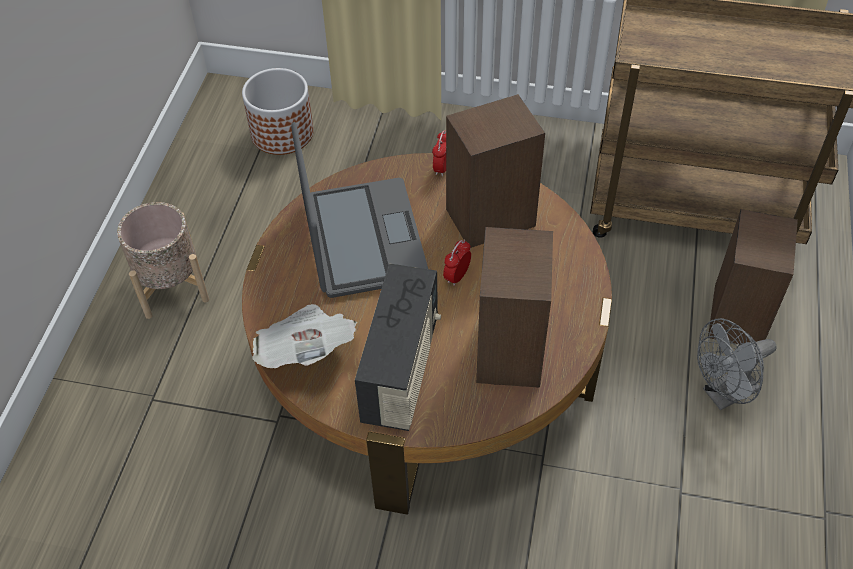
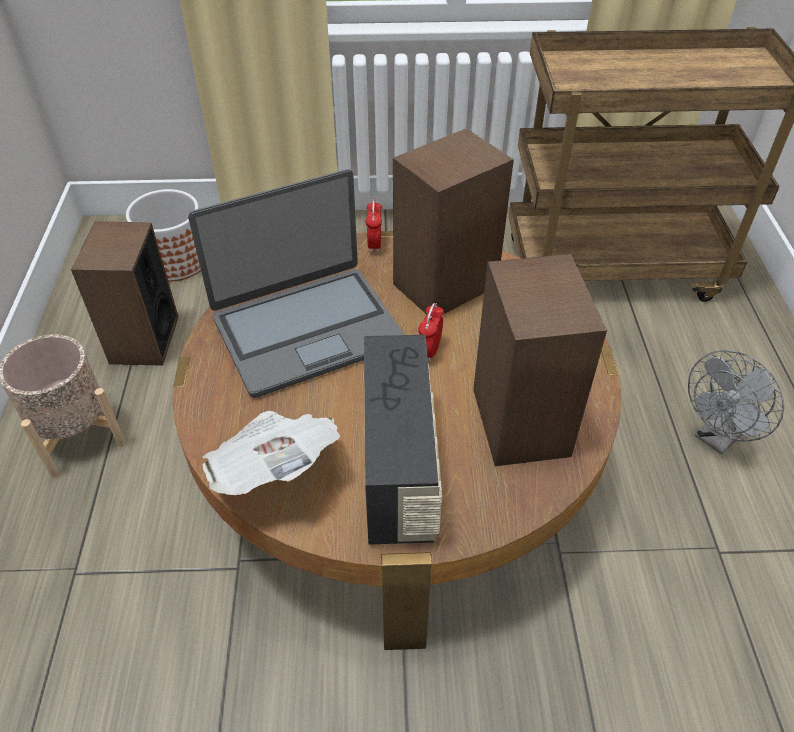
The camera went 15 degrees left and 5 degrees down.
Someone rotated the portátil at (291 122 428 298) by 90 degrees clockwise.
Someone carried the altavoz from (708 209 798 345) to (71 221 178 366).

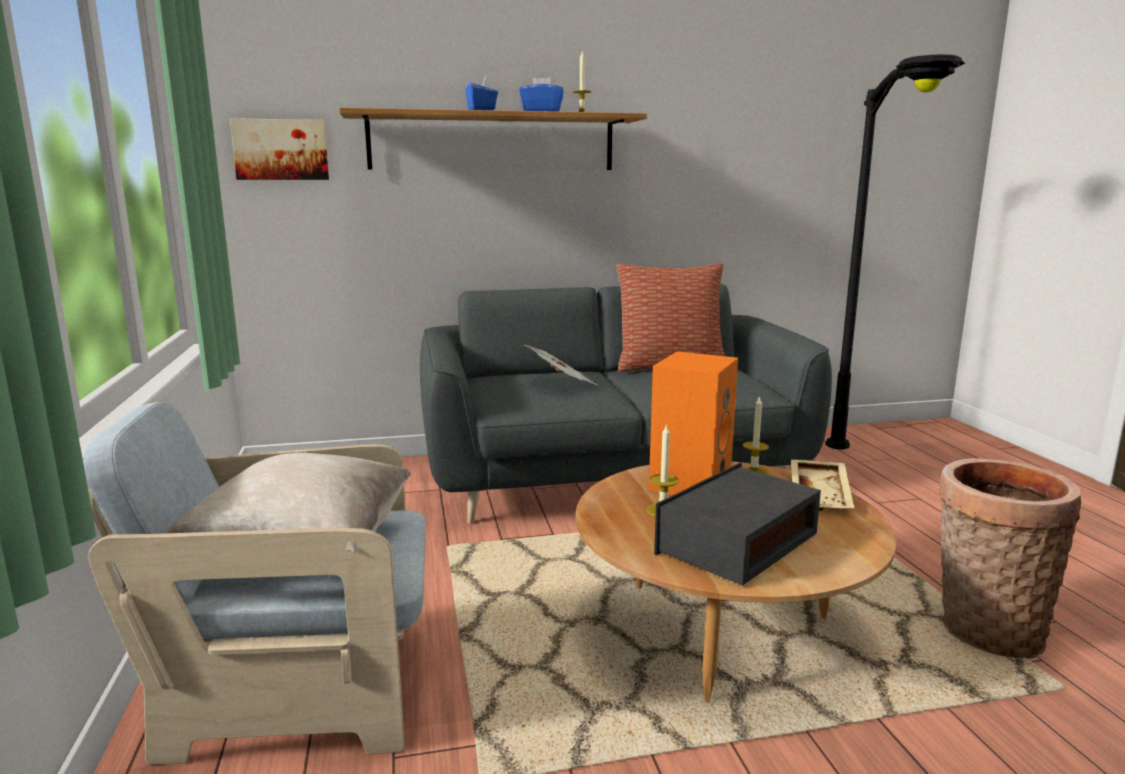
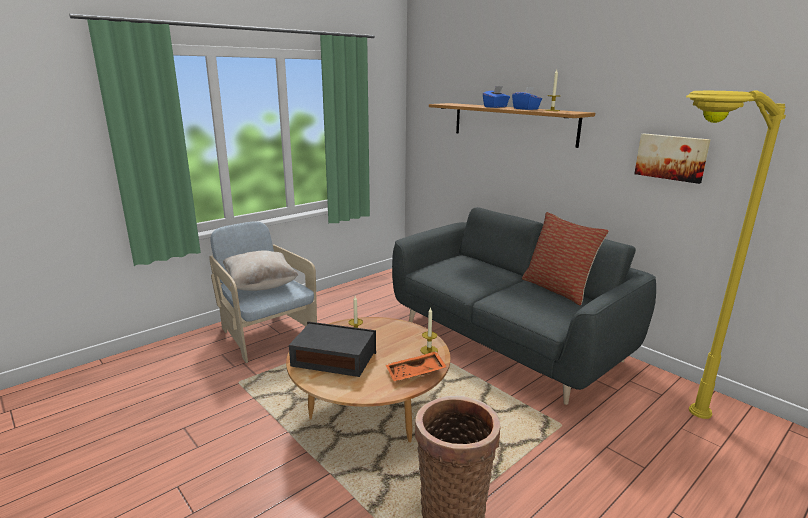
The camera went 60 degrees right and 5 degrees up.
Someone carried the cuadro from (230 118 329 180) to (634 133 711 184).
Someone took away the periódico at (525 345 600 386).
Someone took away the altavoz [naranja] at (649 351 738 495).
Someone repainted the bandeja [beis] at (791 459 854 511), which became the bandeja [naranja] at (386 351 447 381).
Someone repainted the lámpara de pie [negro] at (825 54 965 449), which became the lámpara de pie [amarillo] at (686 91 786 419).

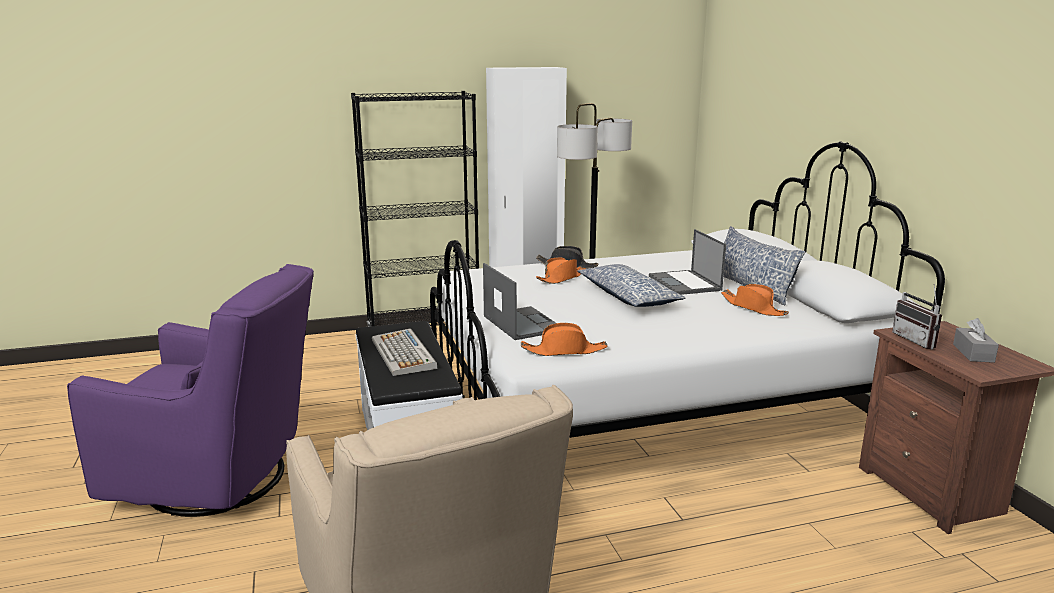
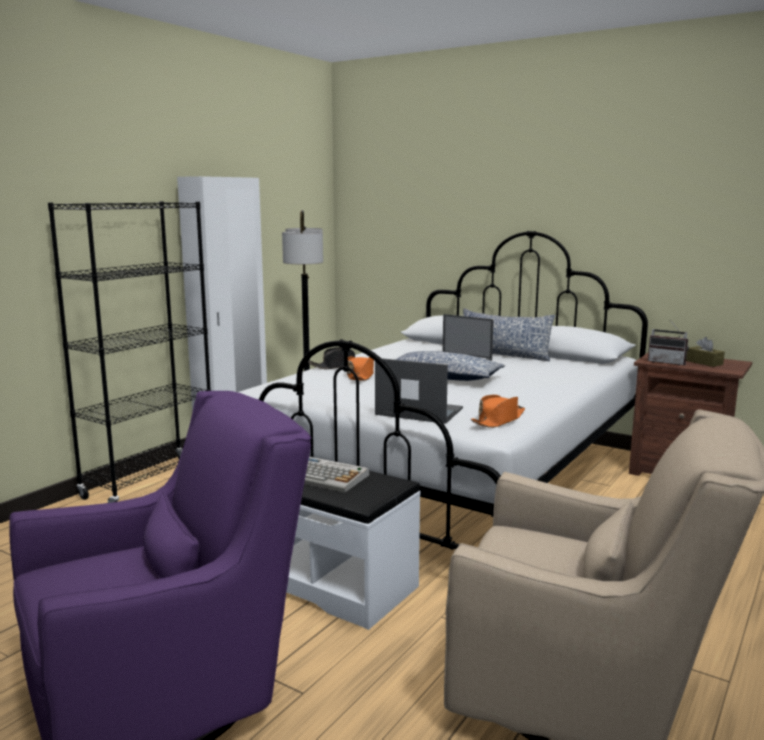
The camera went 40 degrees left and 5 degrees down.
Someone took away the sombrero [naranja] at (721 284 789 316).
Someone repainted the caja de pañuelos [gris] at (953 318 999 363), which became the caja de pañuelos [marrón] at (686 337 725 367).

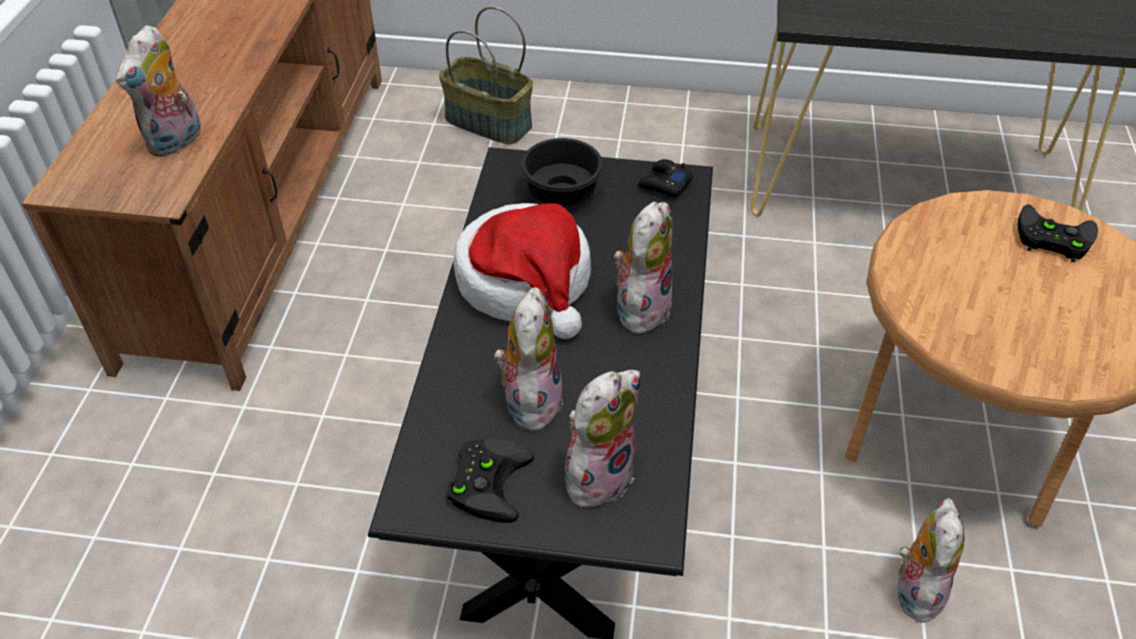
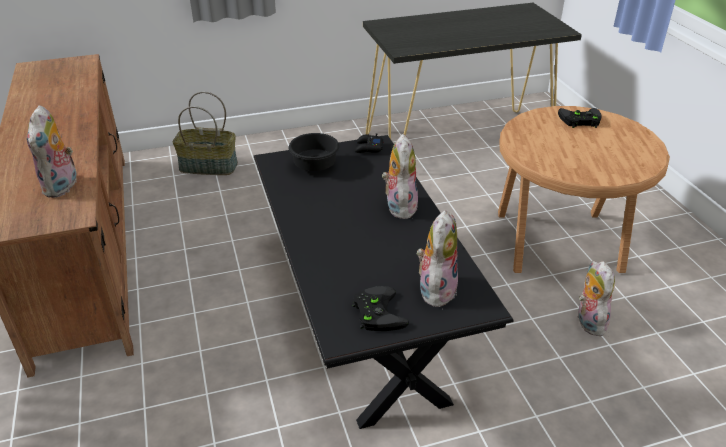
The camera went 25 degrees left and 10 degrees down.
Someone took away the sombrero at (453 203 591 339).
Someone took away the peluche at (494 287 563 431).

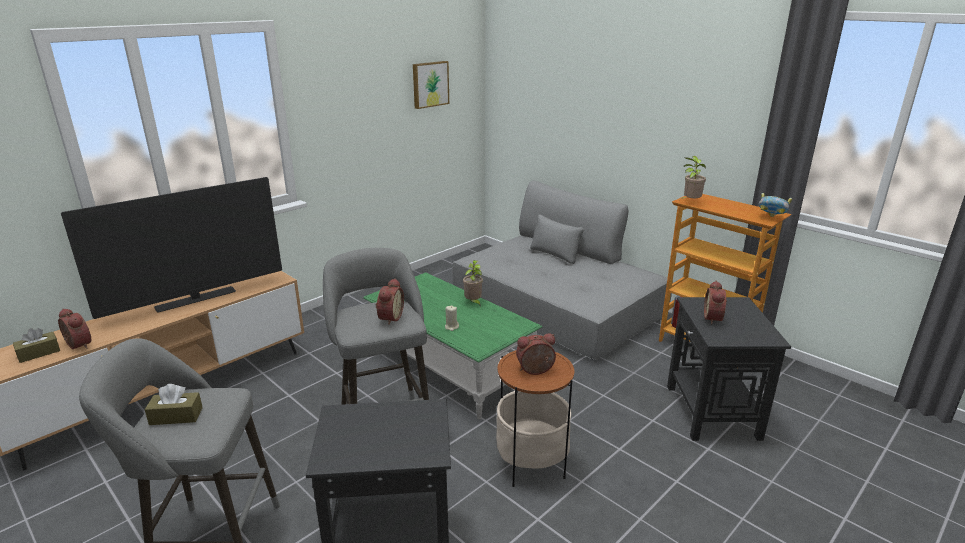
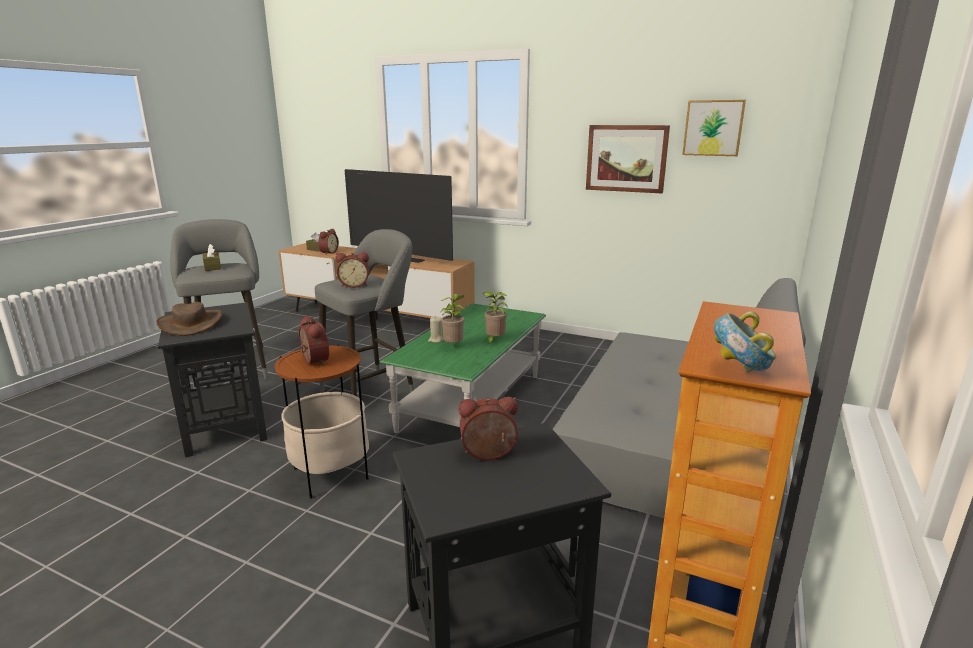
The camera went 70 degrees right and 5 degrees down.
Someone carried the planta en maceta from (681 156 706 199) to (440 294 465 343).
Someone put down the sombrero [marrón] at (156 302 223 336).
Someone put up the cuadro at (586 125 670 193).

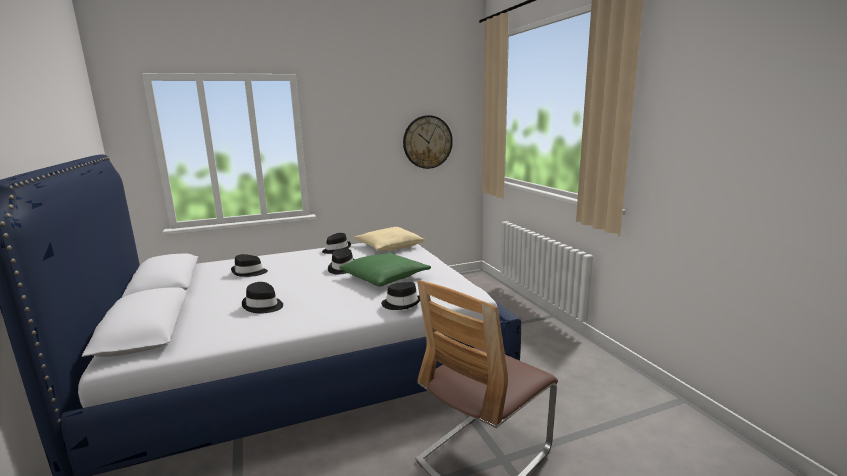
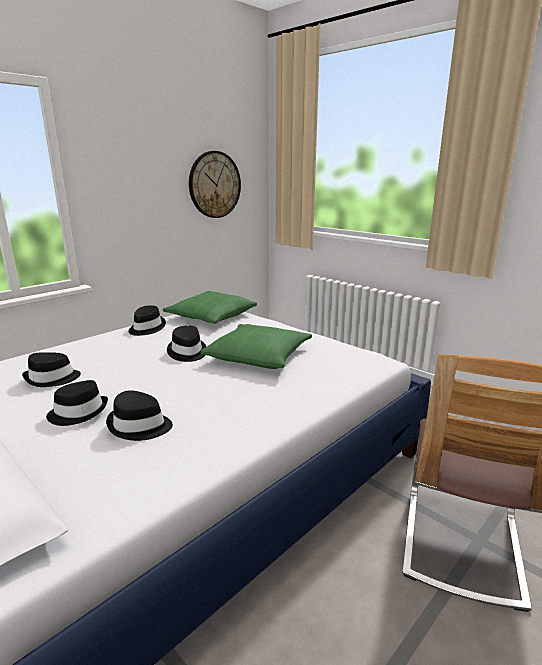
The camera went 25 degrees left and 5 degrees up.
Someone repainted the cojín [beis] at (354 227 425 251), which became the cojín [verde] at (163 291 257 324).
Someone carried the sombrero [negro] from (381 282 420 310) to (46 380 108 426).

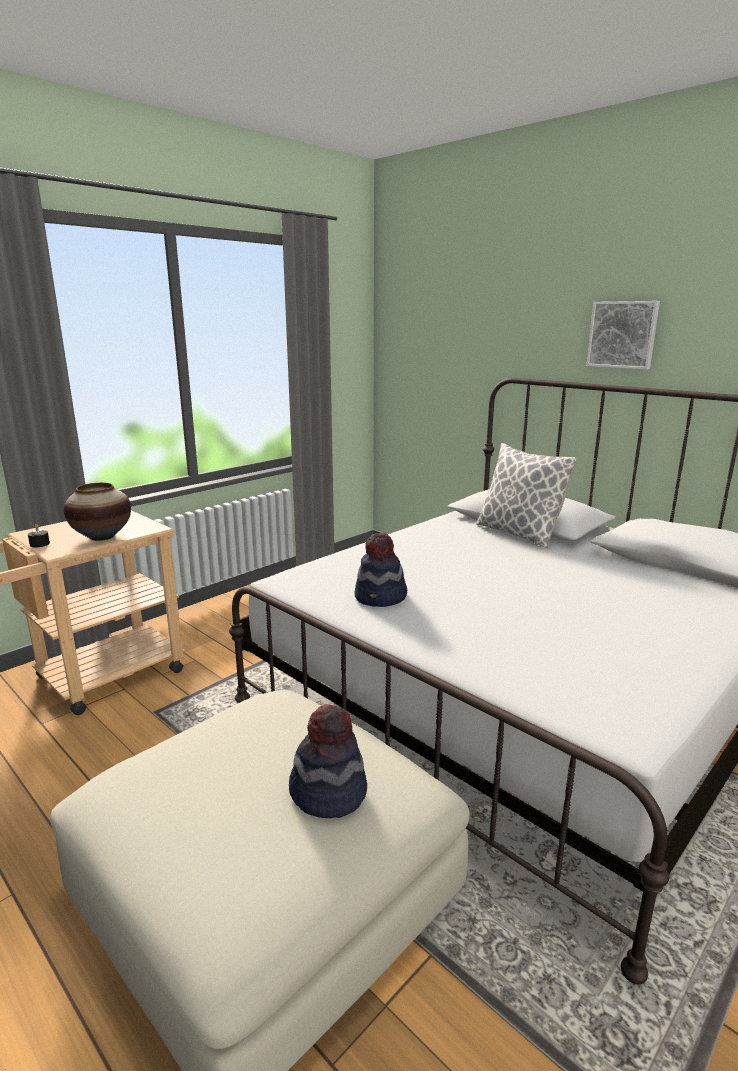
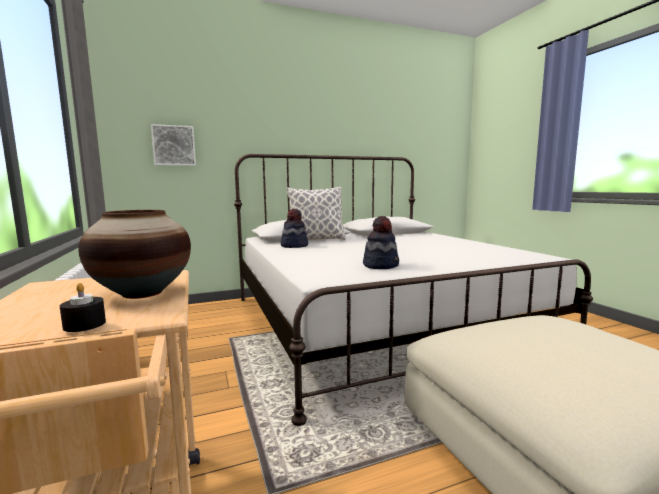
The camera went 65 degrees left and 10 degrees down.
Someone carried the sombrero from (289 704 367 818) to (281 209 308 248).
Someone carried the cuadro from (586 301 660 369) to (151 124 196 166).

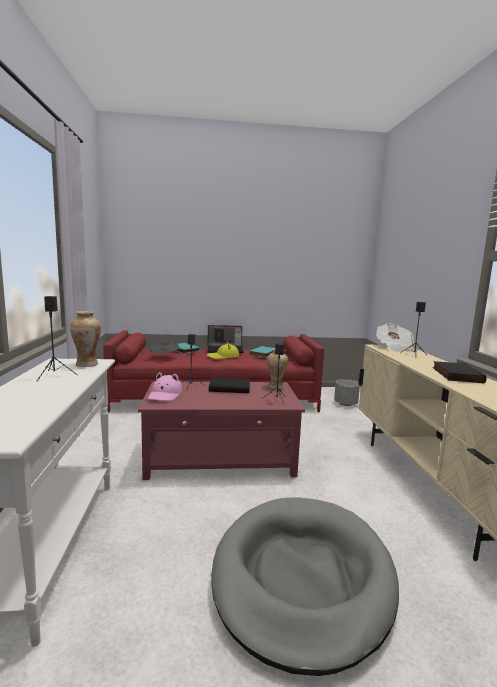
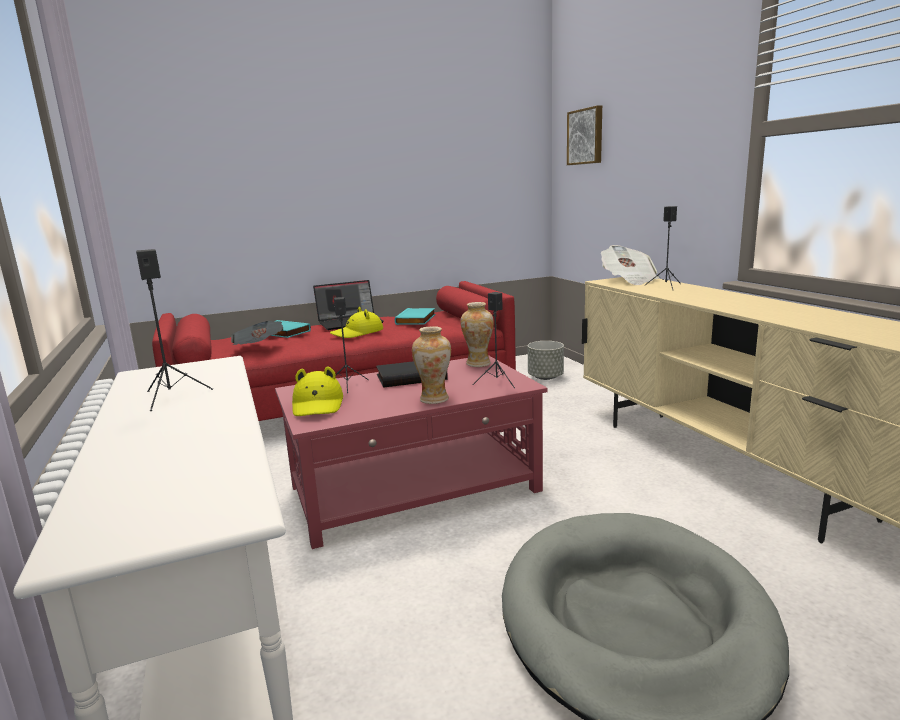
The camera went 15 degrees left and 5 degrees up.
Someone carried the florero from (70 311 101 367) to (412 326 451 404).
Someone repainted the sombrero [rosa] at (148 372 183 401), which became the sombrero [amarillo] at (292 366 343 416).
Someone took away the libro [negro] at (432 361 487 384).
Someone put up the cuadro at (567 106 602 165).

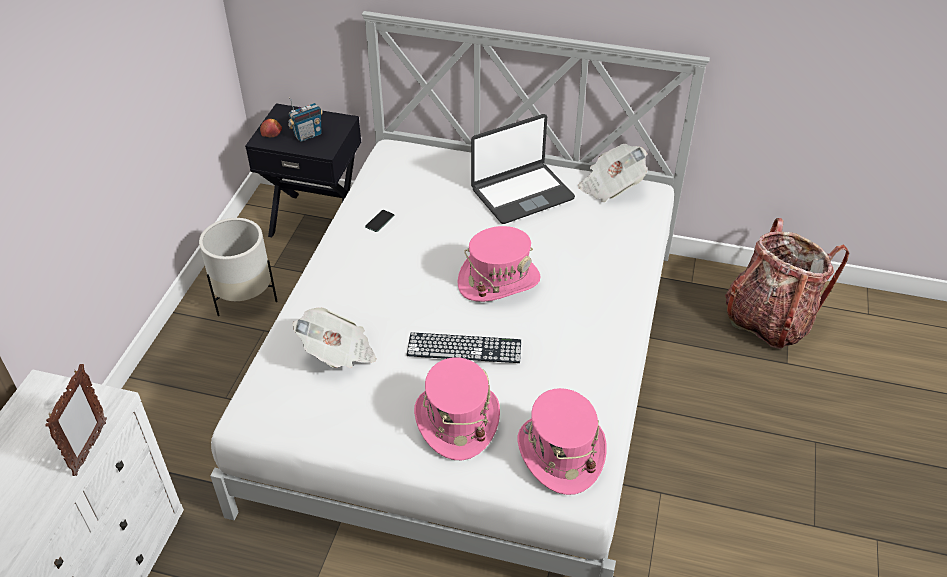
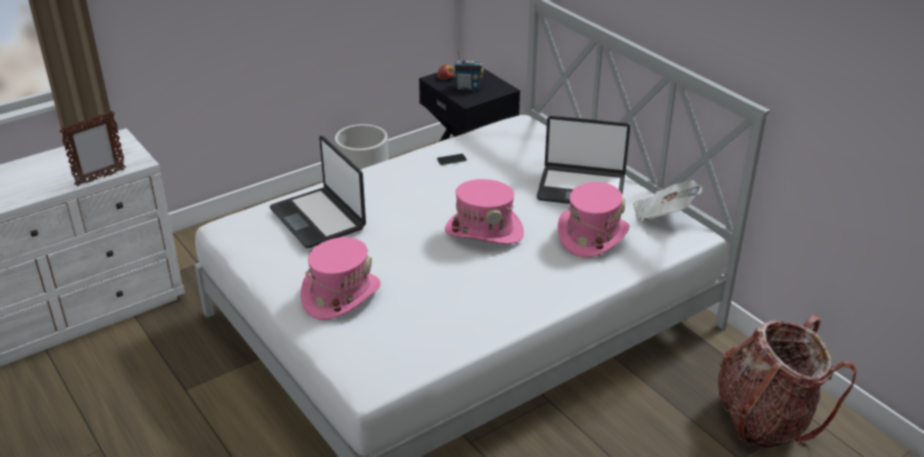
The camera went 40 degrees right and 10 degrees down.
Someone swapped the periódico at (293 308 377 368) for the portátil at (270 136 366 248).
Someone took away the teclado at (407 333 521 363).
Someone carried the sombrero [rosa] from (518 388 607 495) to (558 182 630 258).

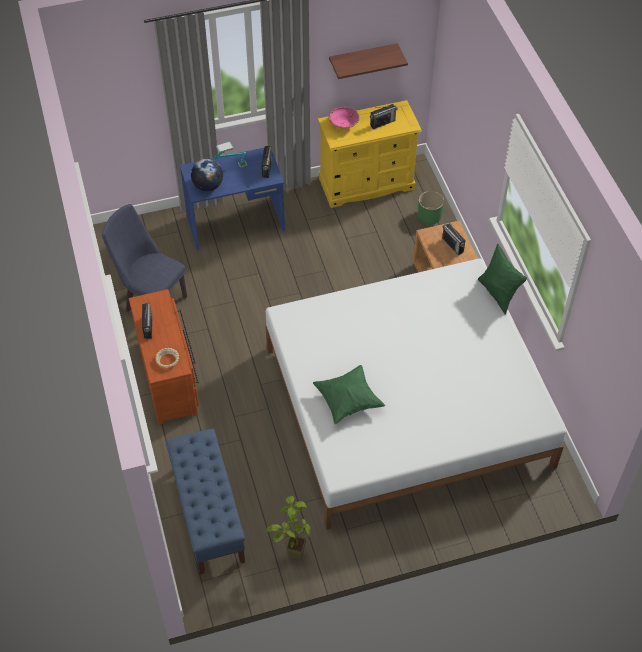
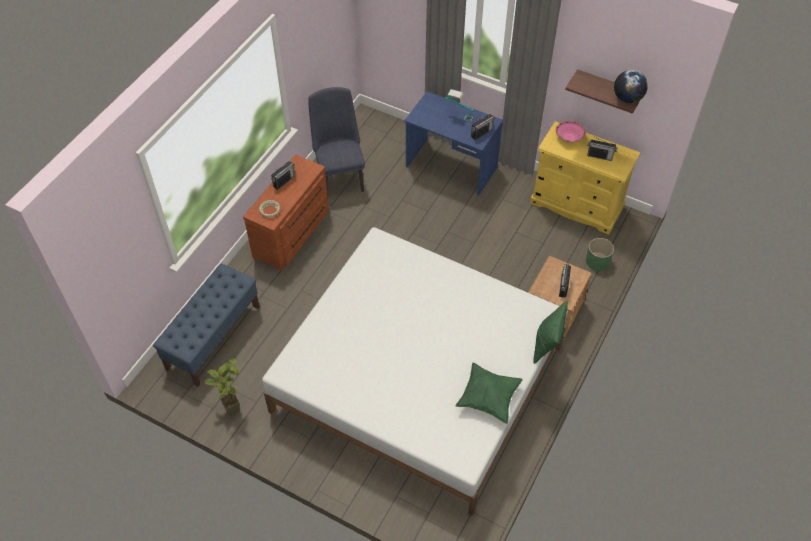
The camera went 45 degrees right and 0 degrees up.
Someone carried the globo terráqueo from (191 159 223 191) to (614 70 648 103).
Someone carried the cojín [verde] from (313 365 385 425) to (456 363 523 424).

